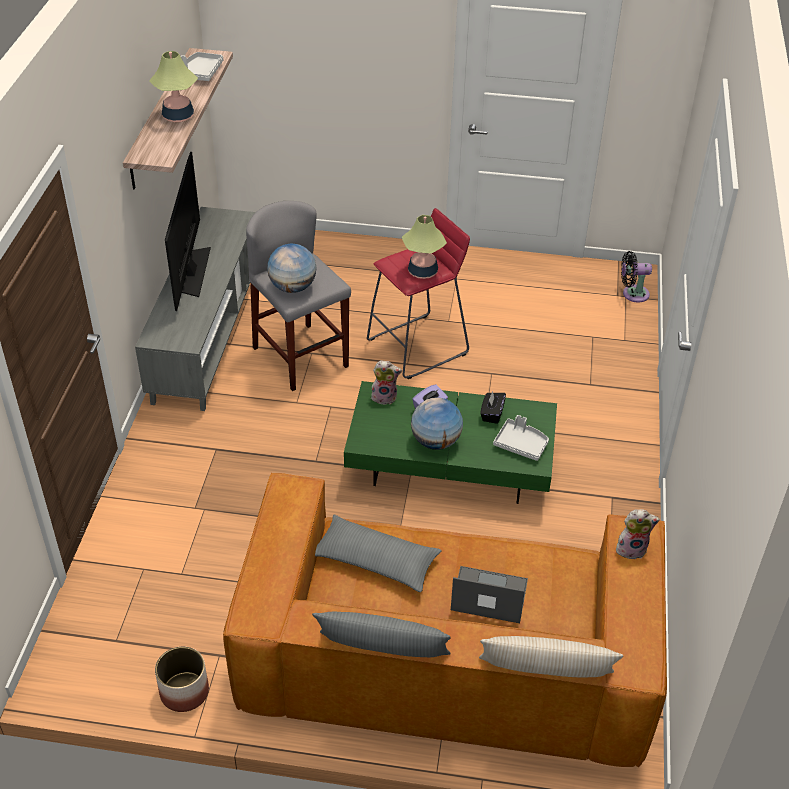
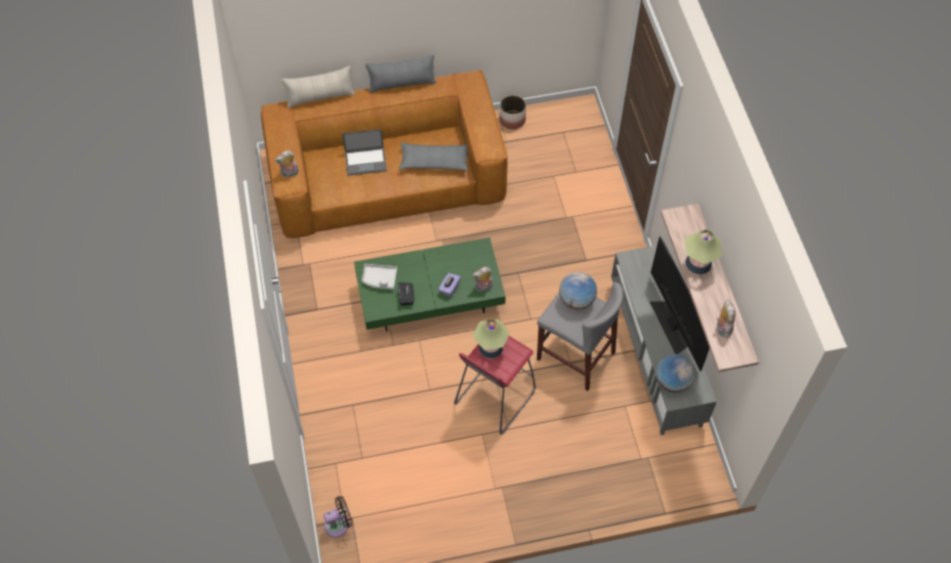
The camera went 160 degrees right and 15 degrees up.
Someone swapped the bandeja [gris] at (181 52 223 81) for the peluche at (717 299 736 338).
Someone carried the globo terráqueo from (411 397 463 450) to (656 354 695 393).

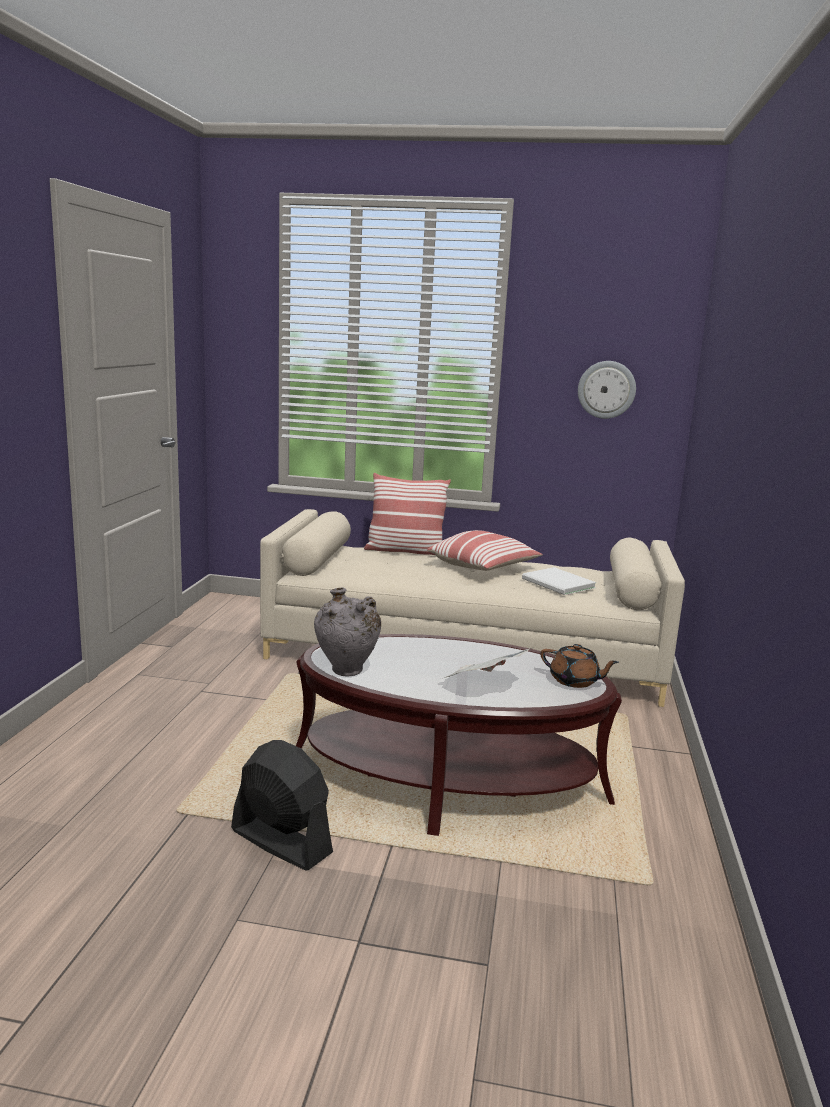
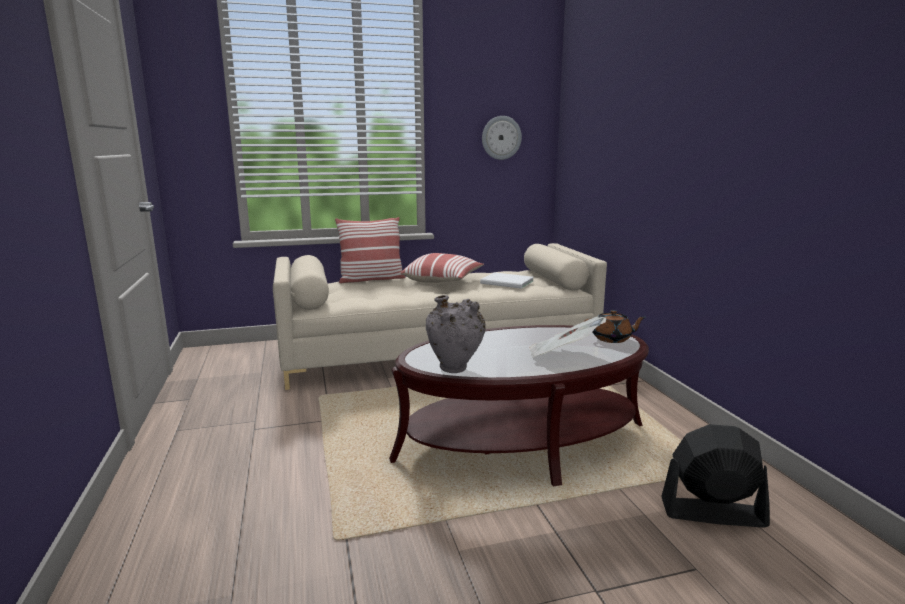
The camera went 25 degrees left and 0 degrees up.
Someone carried the ventilador [negro] from (231 740 333 871) to (661 424 770 528).

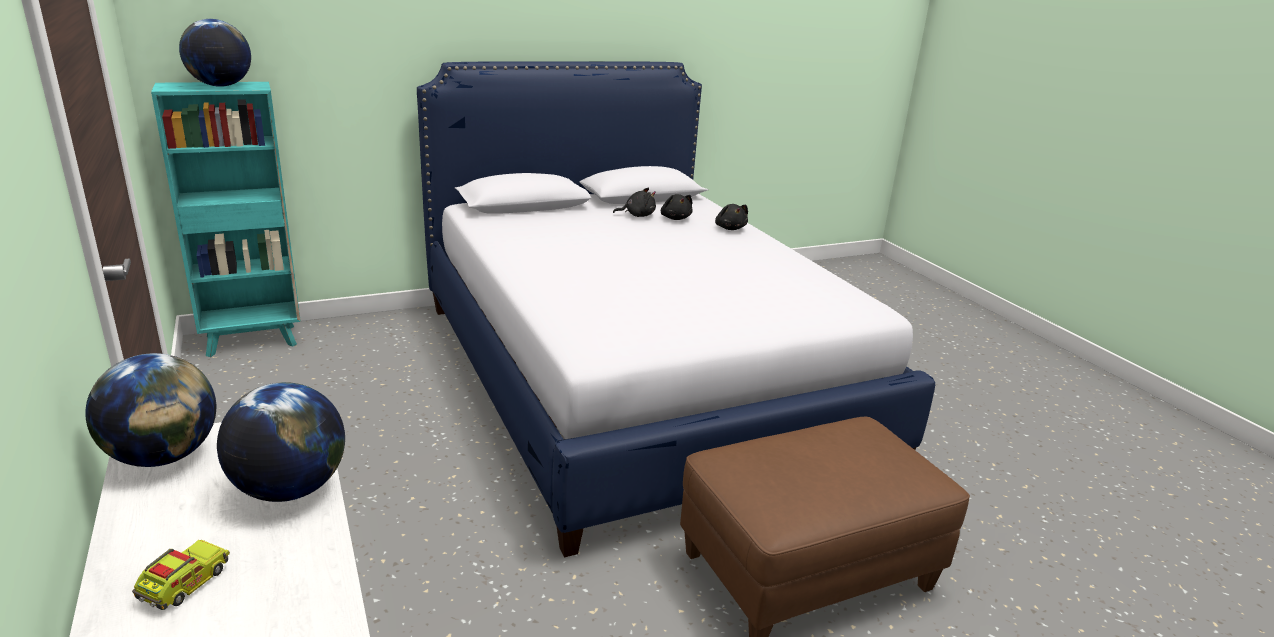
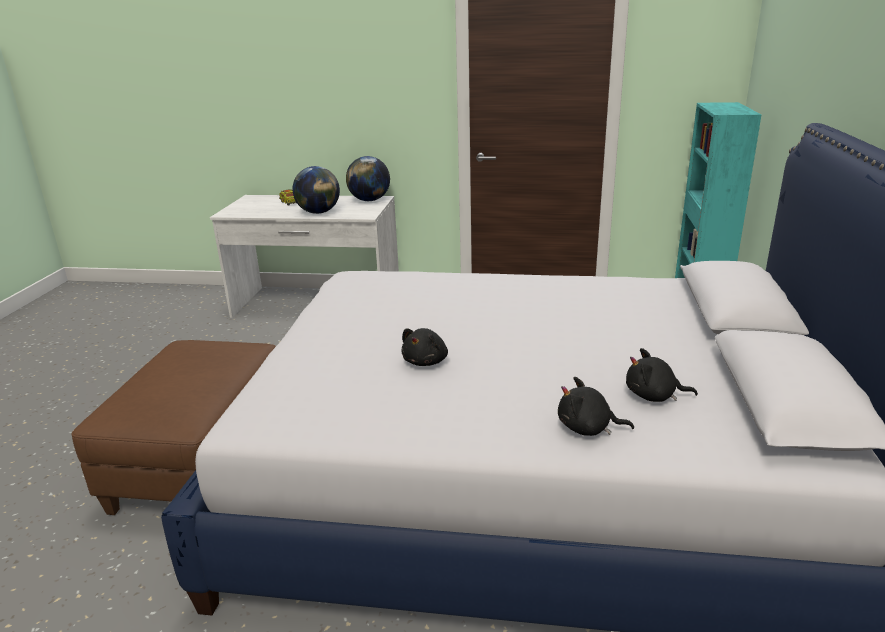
The camera went 125 degrees right and 0 degrees up.
Someone took away the globo terráqueo at (179 19 251 87).
Someone carried the peluche [negro] from (613 187 656 217) to (401 328 448 366).

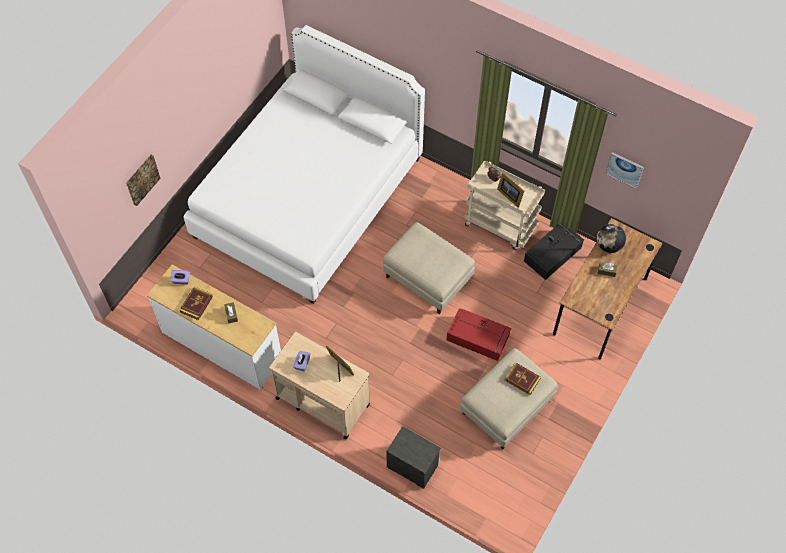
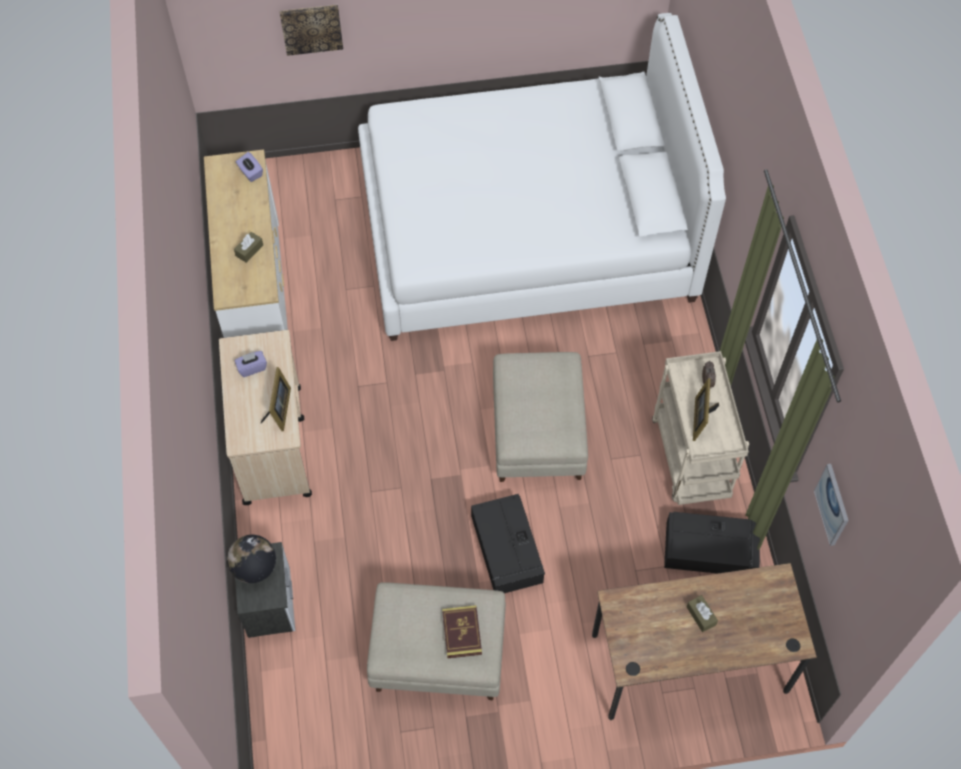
The camera went 50 degrees right and 0 degrees up.
Someone took away the libro at (180 286 213 320).
Someone repainted the caja de almacenaje [rojo] at (447 308 511 361), which became the caja de almacenaje [negro] at (471 494 545 593).
Someone carried the globo terráqueo from (597 224 626 253) to (227 535 276 583).

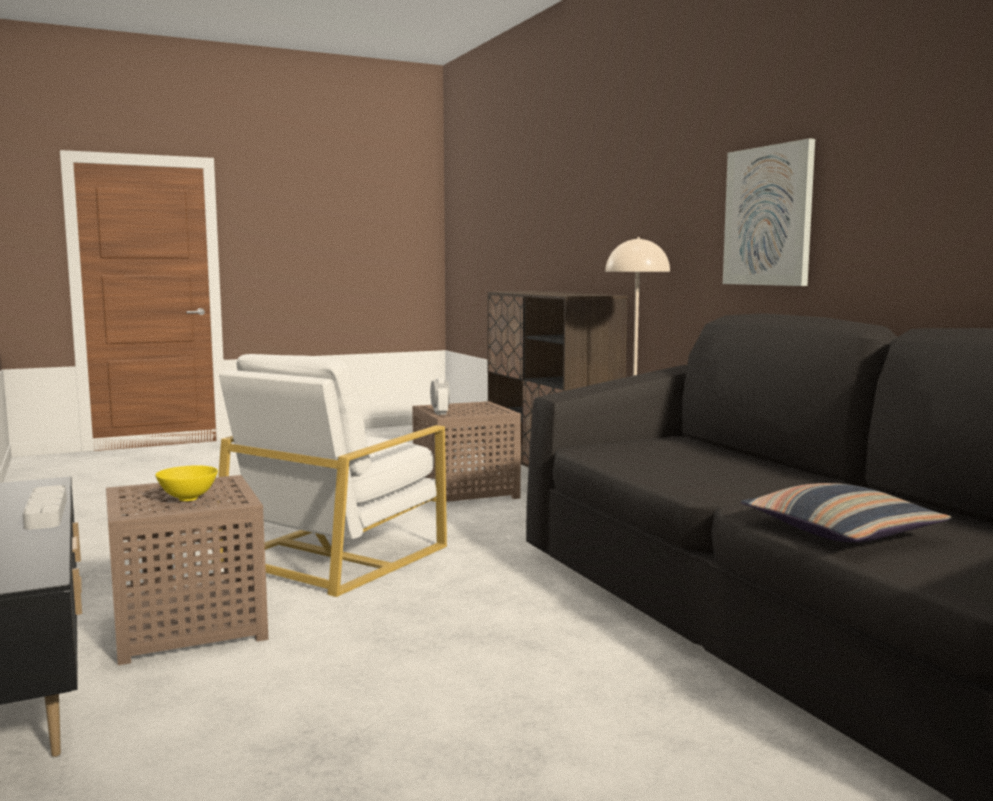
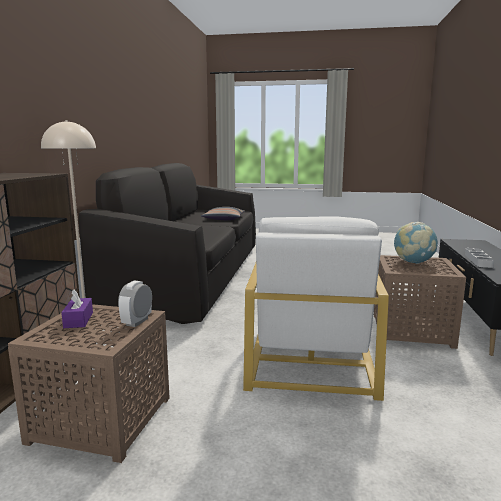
The camera went 145 degrees left and 5 degrees up.
Someone swapped the cuenco [amarillo] at (155 465 218 501) for the globo terráqueo at (394 222 438 264).
Someone rotated the sillón [blanco] at (212 354 447 597) by 120 degrees clockwise.
Someone took away the cuadro at (723 138 815 286).
Someone put down the caja de pañuelos [morado] at (61 290 93 328).

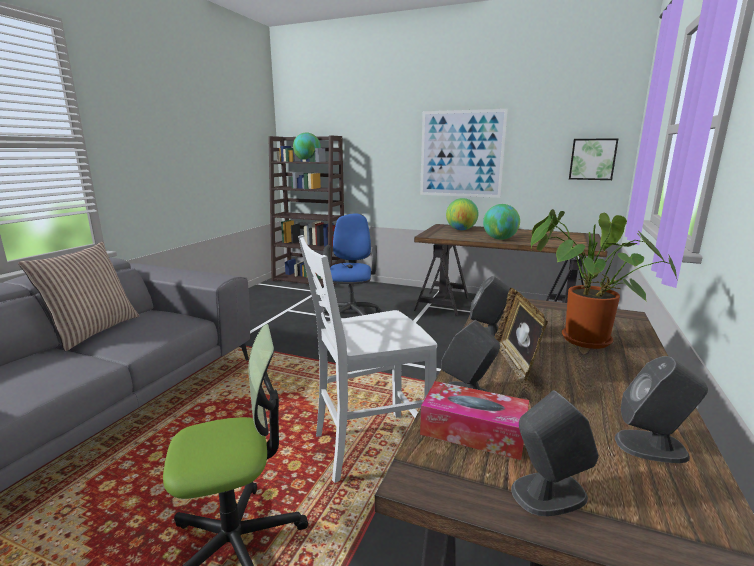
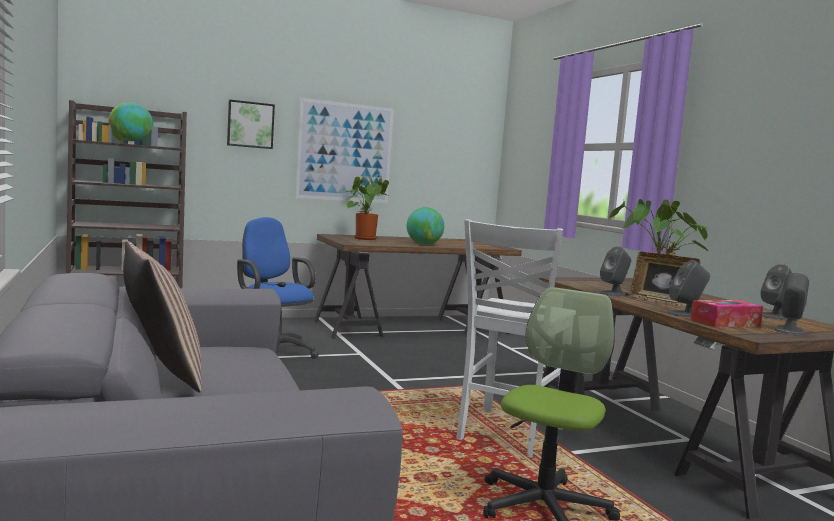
The camera went 45 degrees left and 10 degrees down.
Someone swapped the globo terráqueo at (446 198 478 230) for the planta en maceta at (345 176 389 240).
Someone carried the cuadro from (569 138 619 180) to (227 100 275 149).

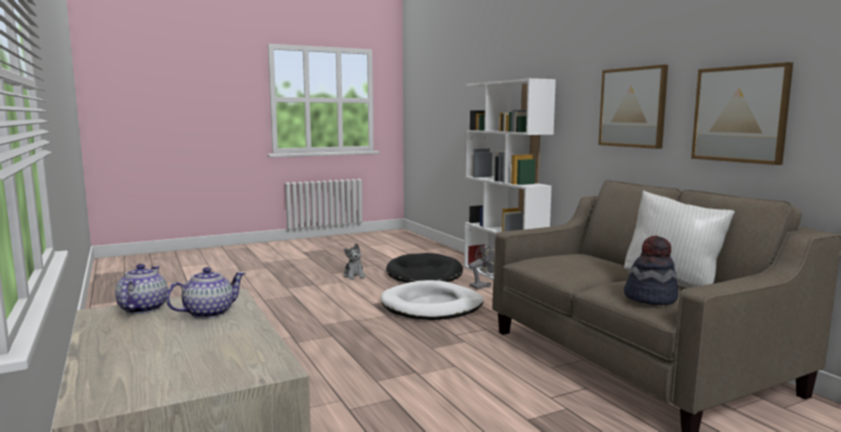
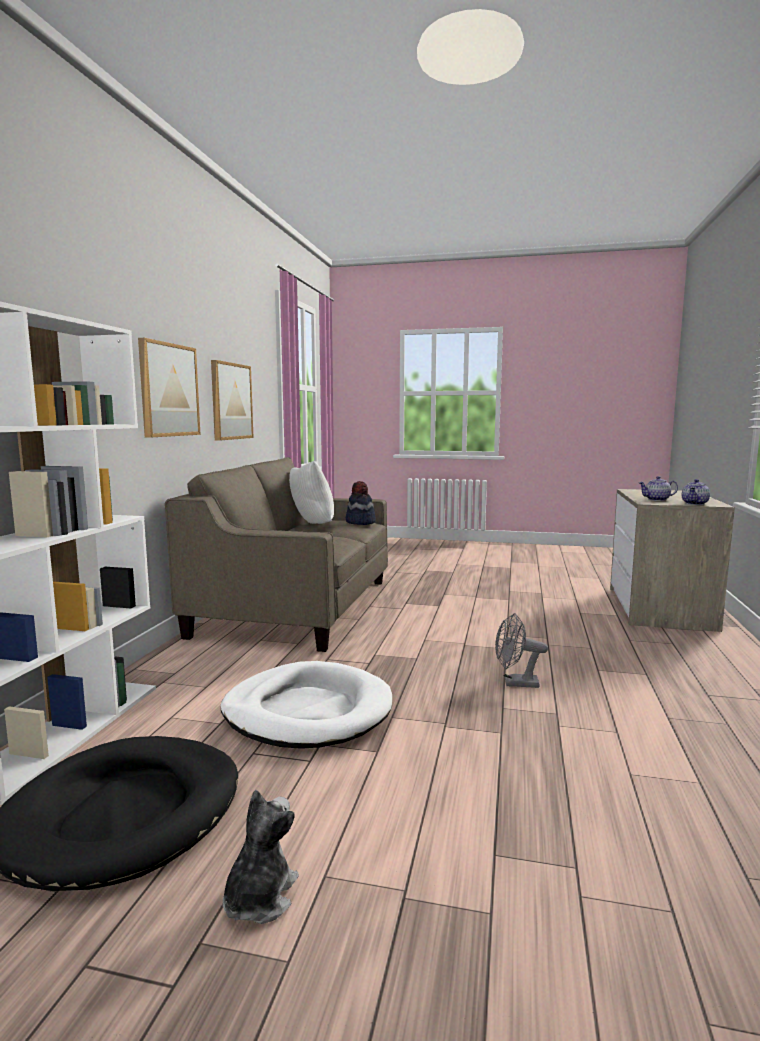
The camera went 140 degrees left and 0 degrees up.
Someone carried the ventilador [gris] from (469 244 495 289) to (495 613 548 688).

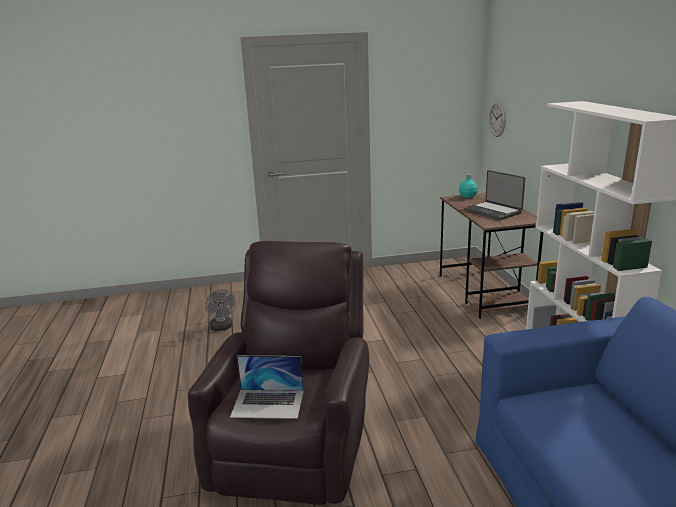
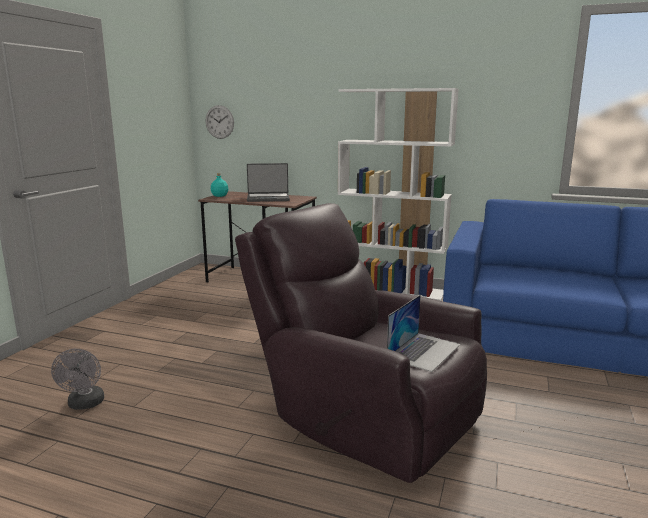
The camera went 60 degrees left and 5 degrees down.
Someone rotated the ventilador [gris] at (205 289 236 331) by 75 degrees clockwise.

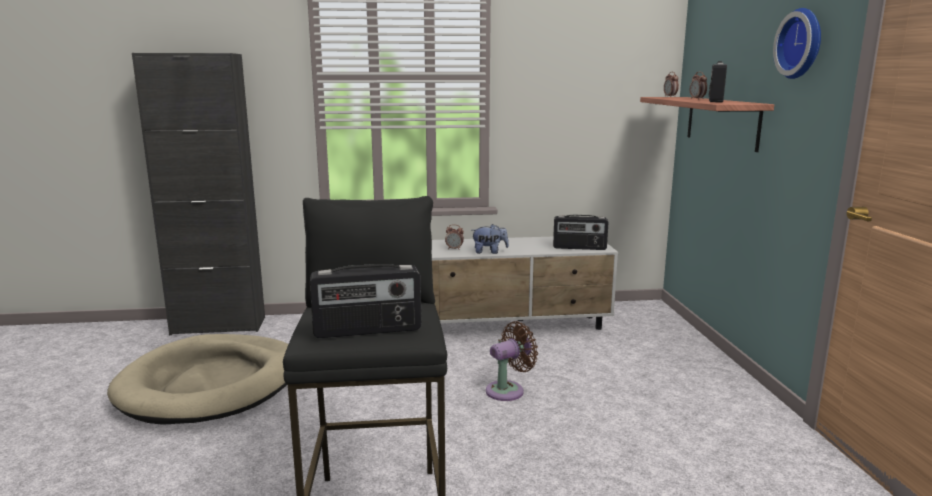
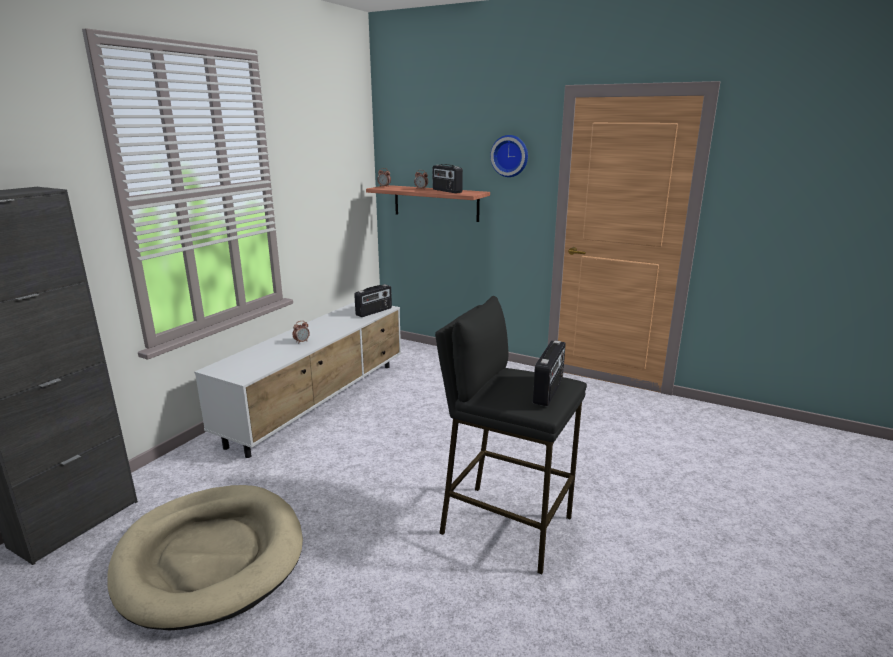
The camera went 55 degrees left and 5 degrees up.
Someone took away the peluche at (473 224 509 254).
Someone took away the ventilador [marrón] at (486 321 538 401).

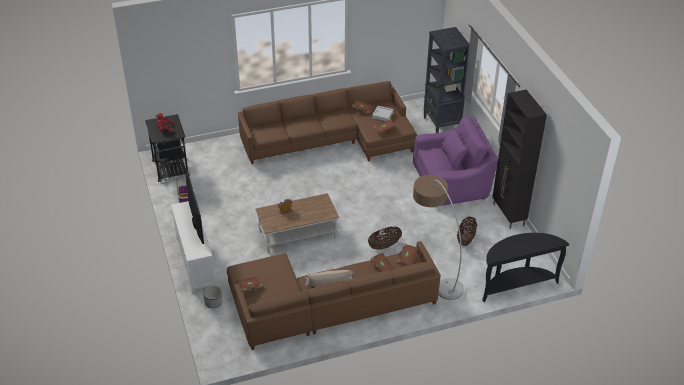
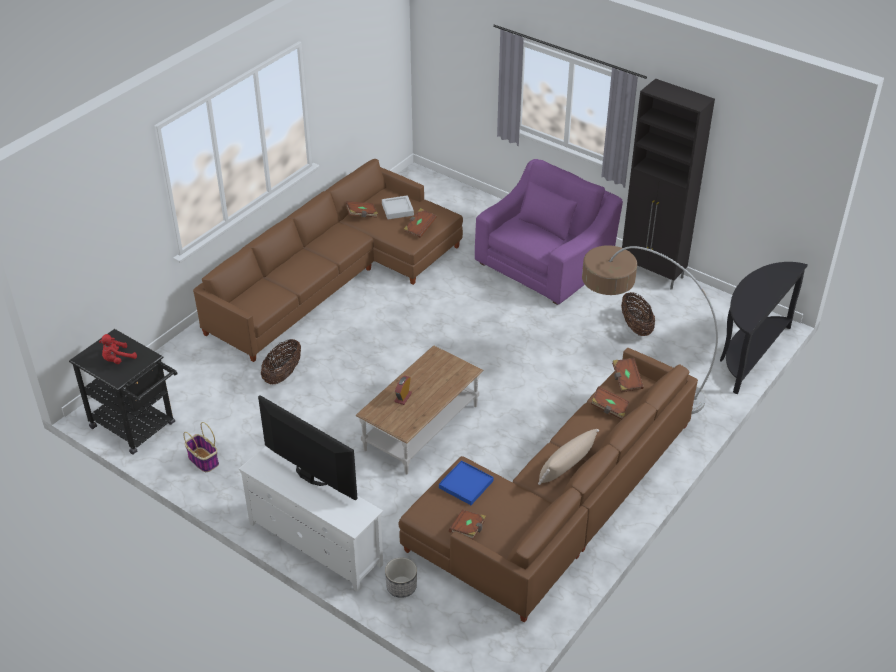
The camera went 35 degrees left and 0 degrees up.
Someone carried the cesta from (368 227 402 250) to (261 339 301 384).
Someone took away the estantería [negro] at (423 27 469 133).
Someone put down the bandeja [azul] at (439 460 494 505).

